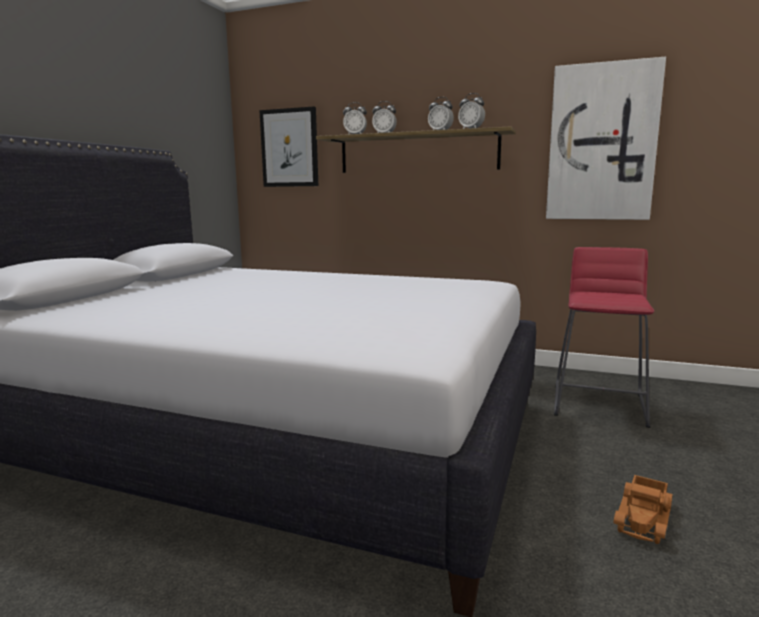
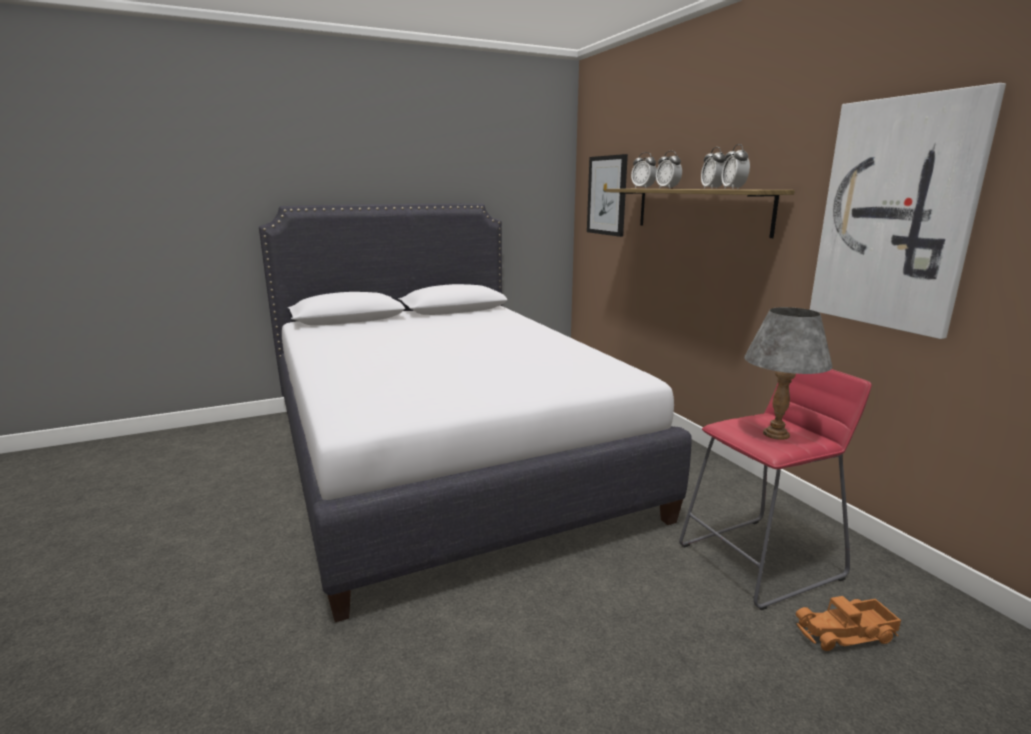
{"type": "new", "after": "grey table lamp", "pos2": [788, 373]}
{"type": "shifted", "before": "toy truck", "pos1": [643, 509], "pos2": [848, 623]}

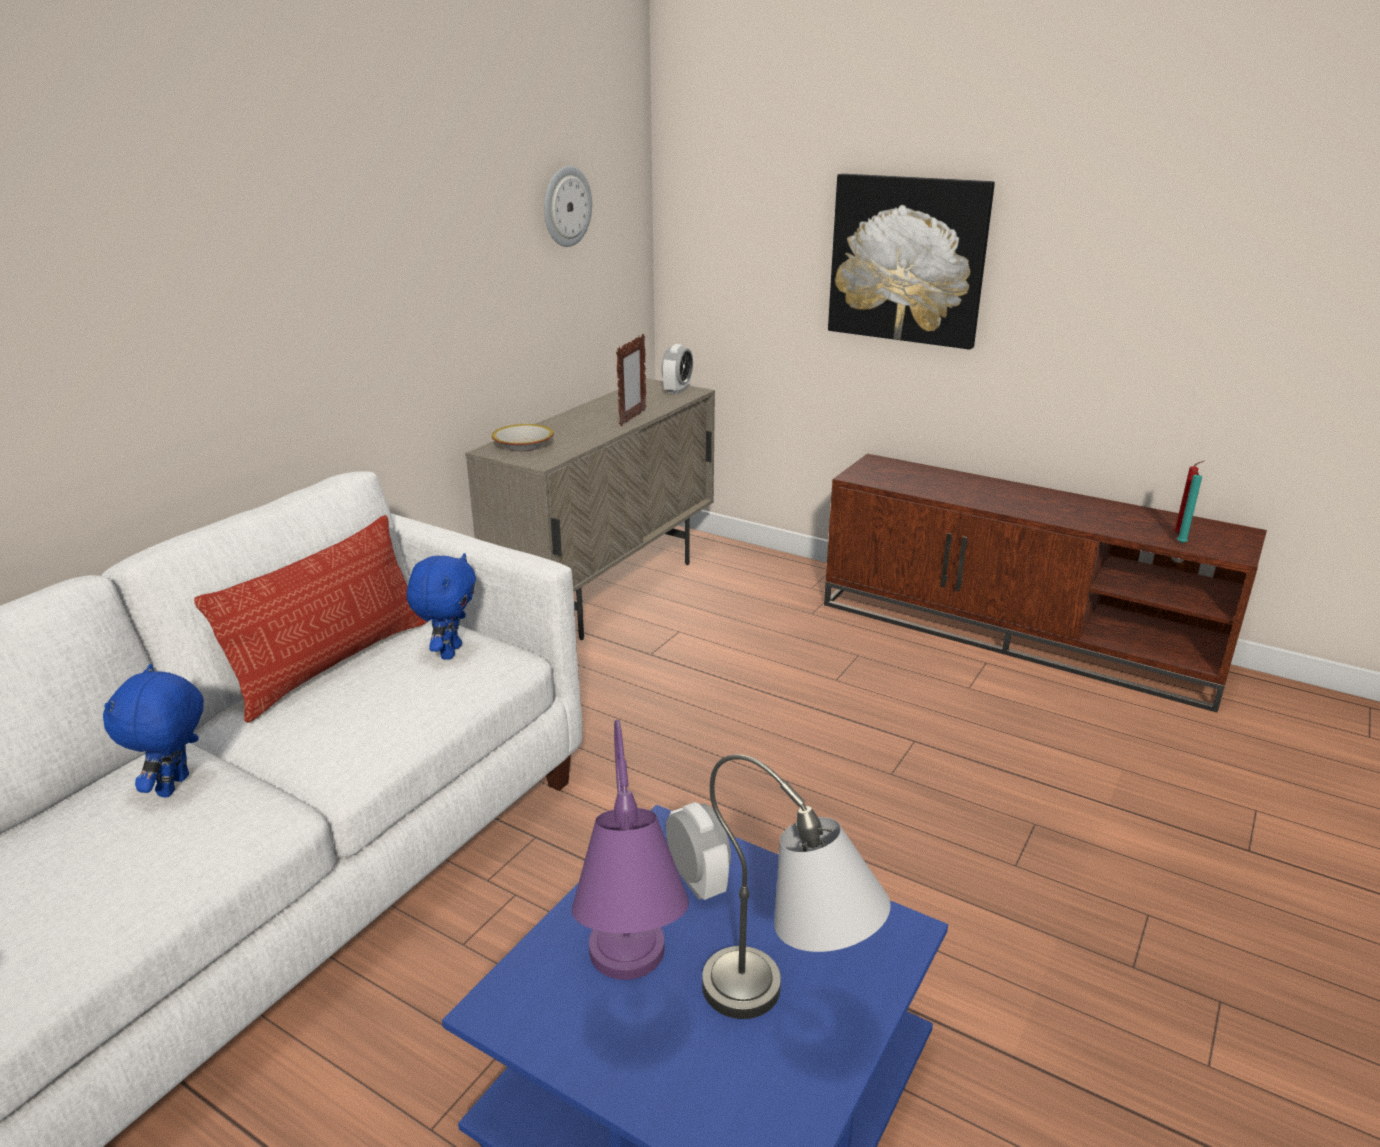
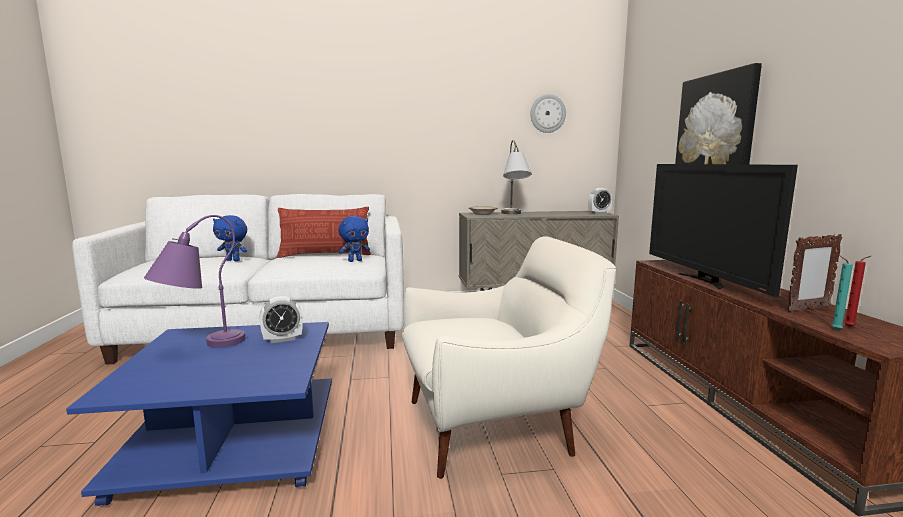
{"type": "rotated", "before": "blue plush toy", "pos1": [153, 731], "pos2": [230, 238], "turn": -135}
{"type": "rotated", "before": "alarm clock", "pos1": [698, 851], "pos2": [281, 319], "turn": 45}
{"type": "new", "after": "white armchair", "pos2": [509, 357]}
{"type": "shifted", "before": "grey table lamp", "pos1": [796, 886], "pos2": [516, 177]}
{"type": "new", "after": "television", "pos2": [723, 230]}
{"type": "shifted", "before": "picture frame", "pos1": [631, 380], "pos2": [815, 273]}

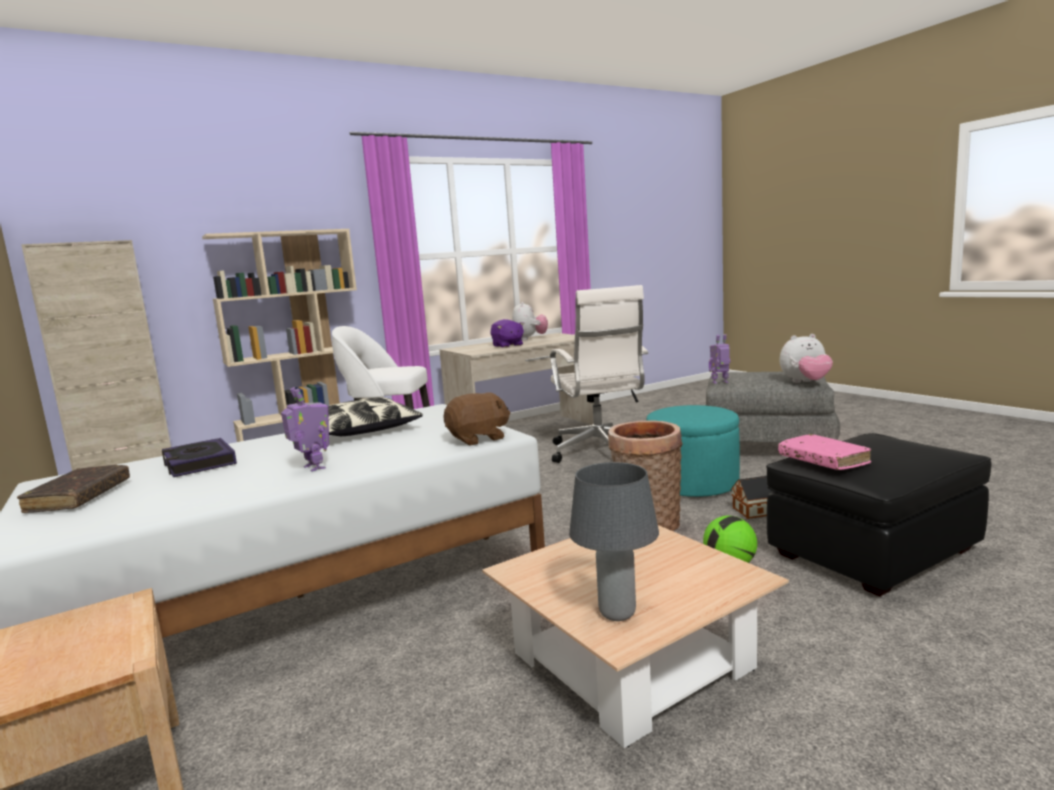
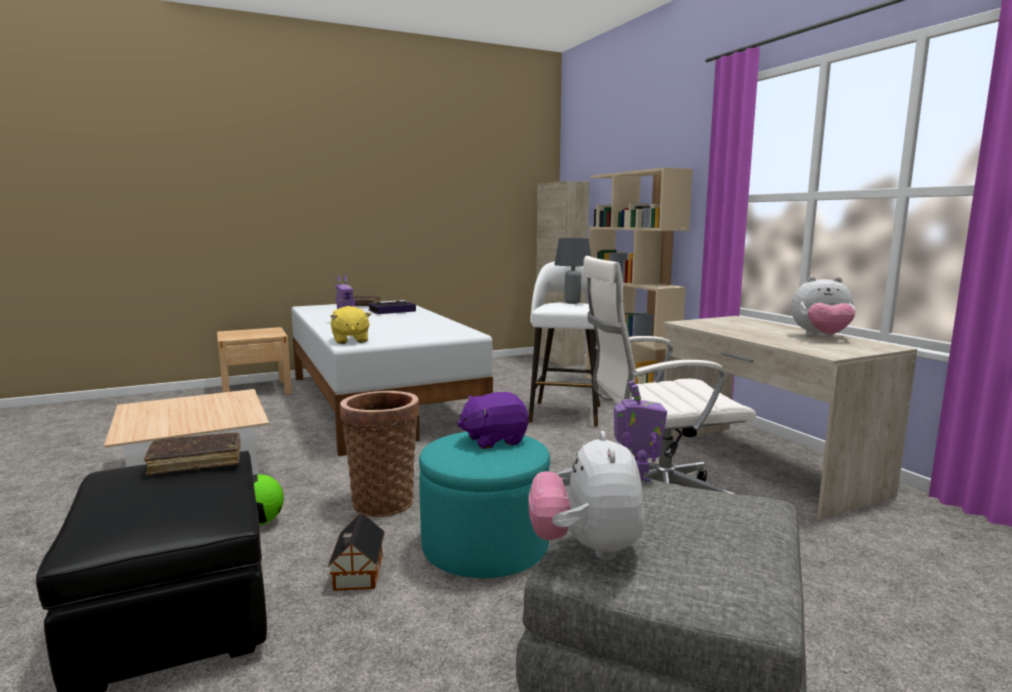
{"type": "repainted", "before": "pink book", "after": "brown book", "pos1": [824, 452], "pos2": [192, 454]}
{"type": "repainted", "before": "brown plush toy", "after": "yellow plush toy", "pos1": [476, 419], "pos2": [350, 325]}
{"type": "shifted", "before": "purple plush toy", "pos1": [507, 333], "pos2": [493, 420]}
{"type": "shifted", "before": "grey table lamp", "pos1": [614, 541], "pos2": [572, 271]}
{"type": "gone", "before": "pillow", "pos1": [375, 416]}

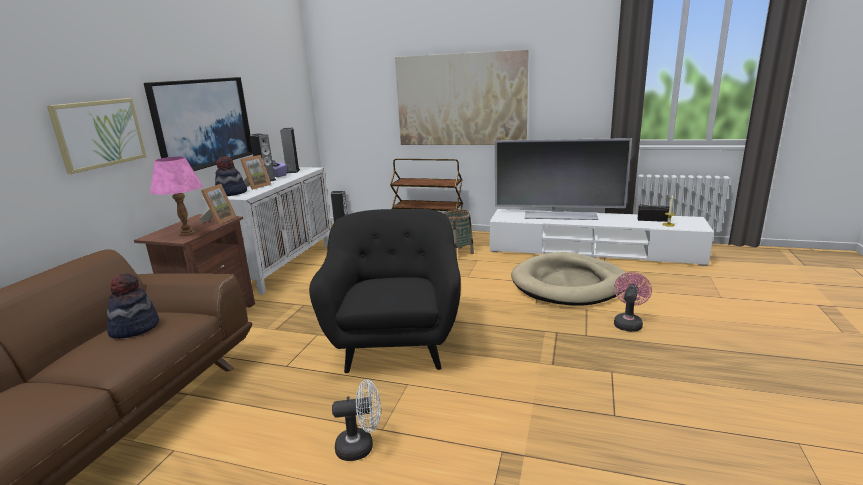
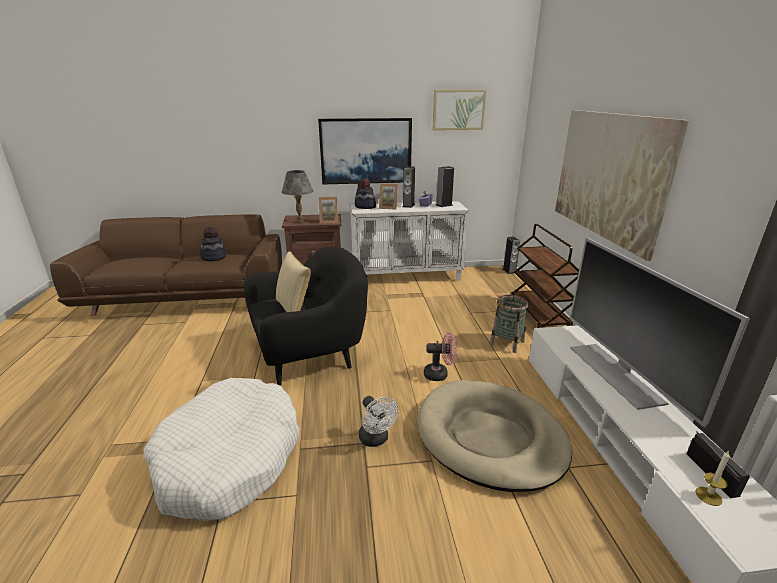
{"type": "new", "after": "white dog bed", "pos2": [221, 449]}
{"type": "new", "after": "pillow", "pos2": [293, 281]}
{"type": "repainted", "before": "pink table lamp", "after": "grey table lamp", "pos1": [176, 196], "pos2": [297, 196]}
{"type": "shifted", "before": "white fan", "pos1": [356, 420], "pos2": [378, 421]}
{"type": "shifted", "before": "pink fan", "pos1": [633, 302], "pos2": [440, 357]}
{"type": "shifted", "before": "picture", "pos1": [96, 136], "pos2": [459, 110]}

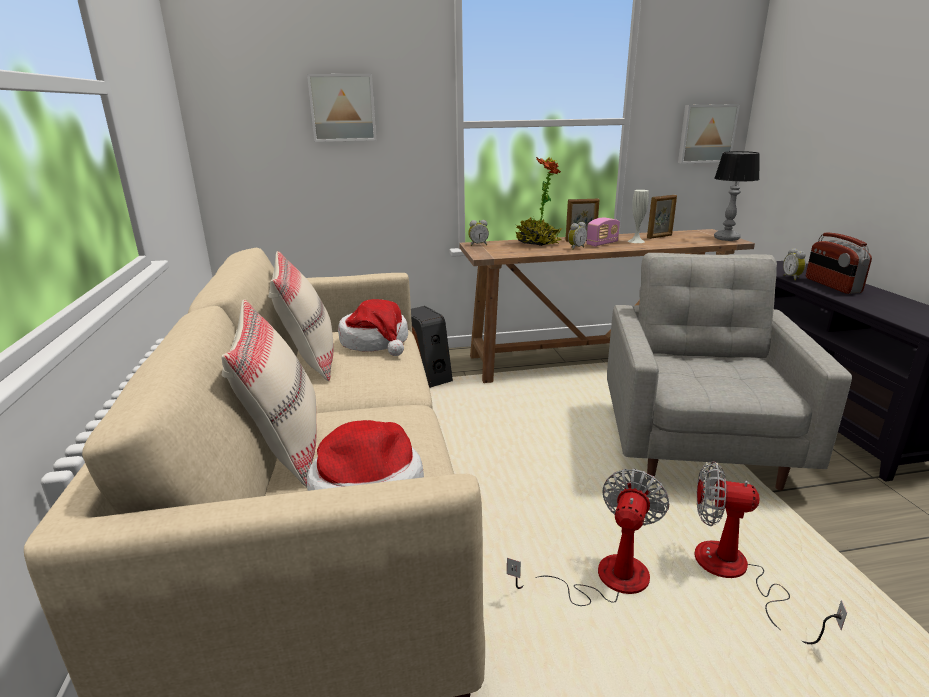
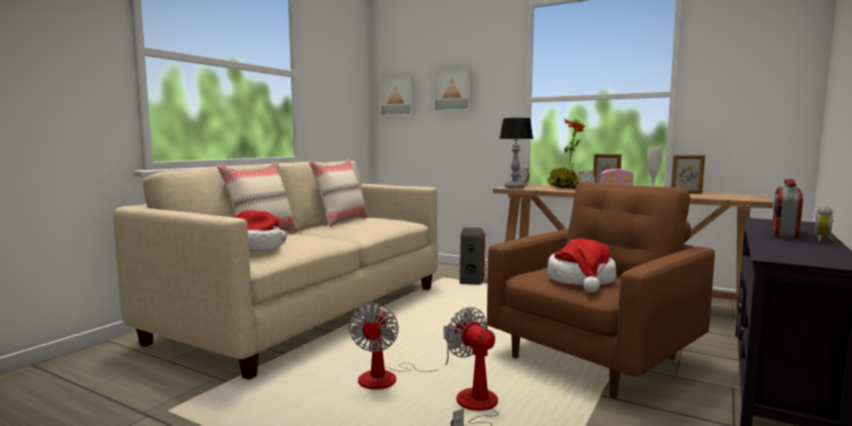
{"type": "rotated", "before": "fan", "pos1": [588, 537], "pos2": [401, 346], "turn": 120}
{"type": "shifted", "before": "picture", "pos1": [709, 134], "pos2": [396, 96]}
{"type": "repainted", "before": "grey armchair", "after": "brown armchair", "pos1": [729, 371], "pos2": [601, 289]}
{"type": "shifted", "before": "table lamp", "pos1": [737, 196], "pos2": [516, 153]}
{"type": "shifted", "before": "hat", "pos1": [373, 327], "pos2": [582, 265]}
{"type": "shifted", "before": "alarm clock", "pos1": [794, 264], "pos2": [824, 223]}

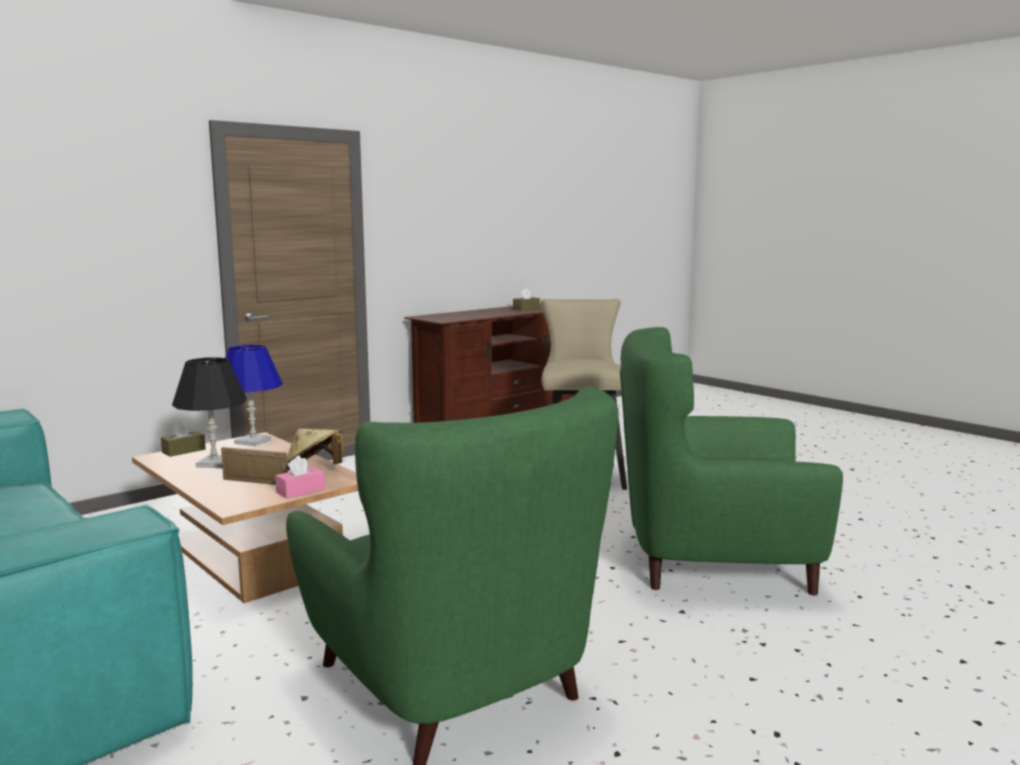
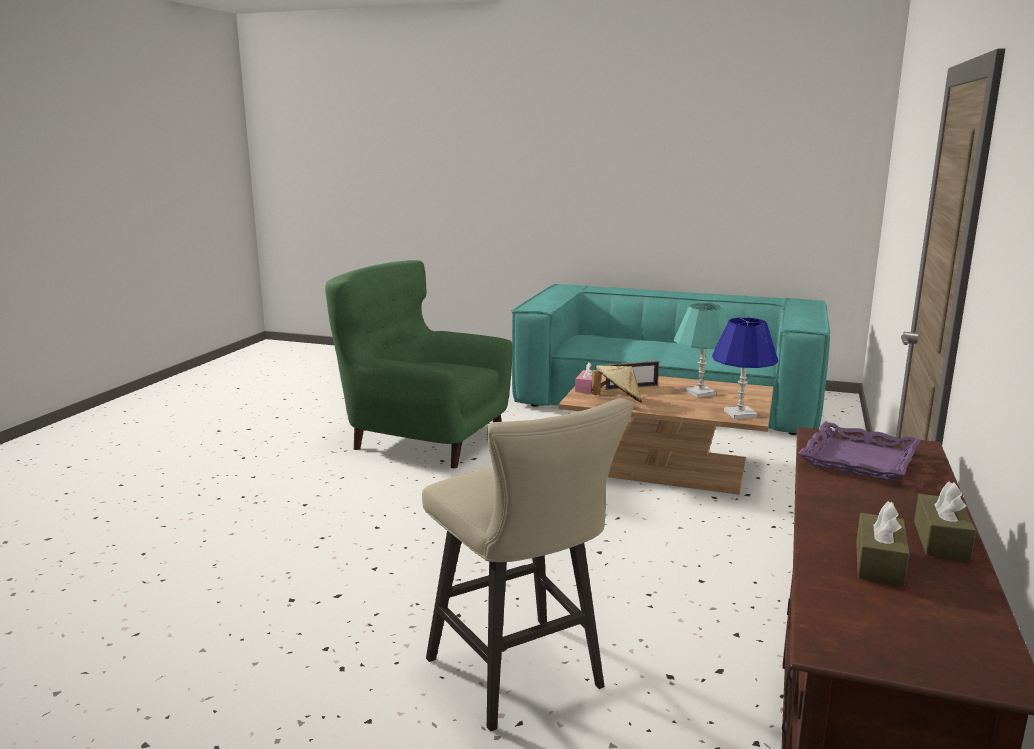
{"type": "repainted", "before": "black table lamp", "after": "turquoise table lamp", "pos1": [209, 412], "pos2": [701, 350]}
{"type": "new", "after": "purple tray", "pos2": [859, 451]}
{"type": "shifted", "before": "brown tissue box", "pos1": [183, 438], "pos2": [945, 521]}
{"type": "gone", "before": "green armchair", "pos1": [731, 461]}

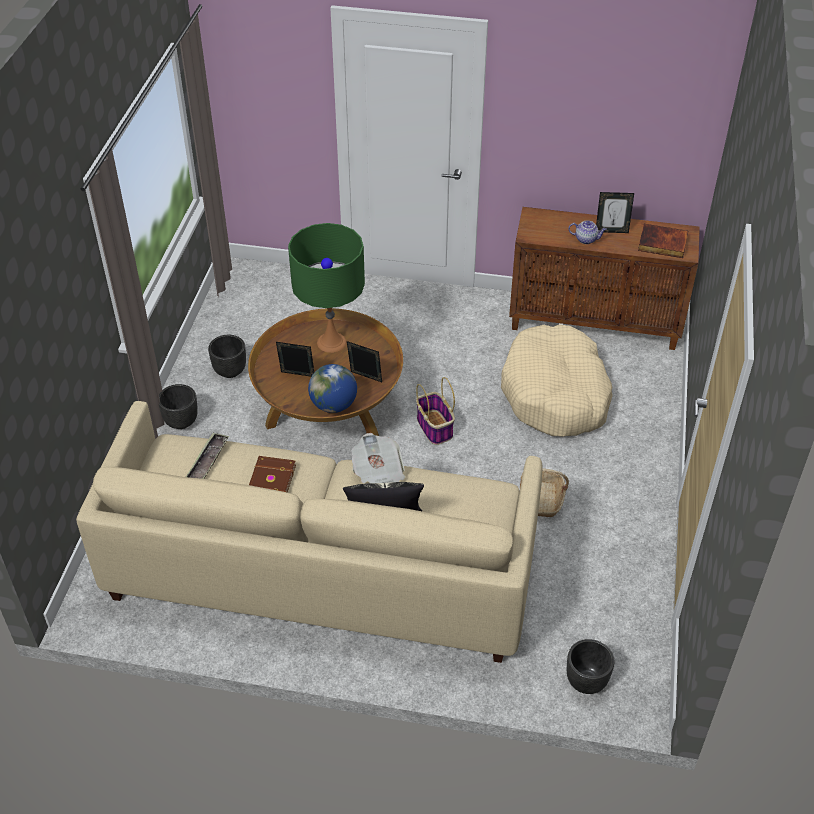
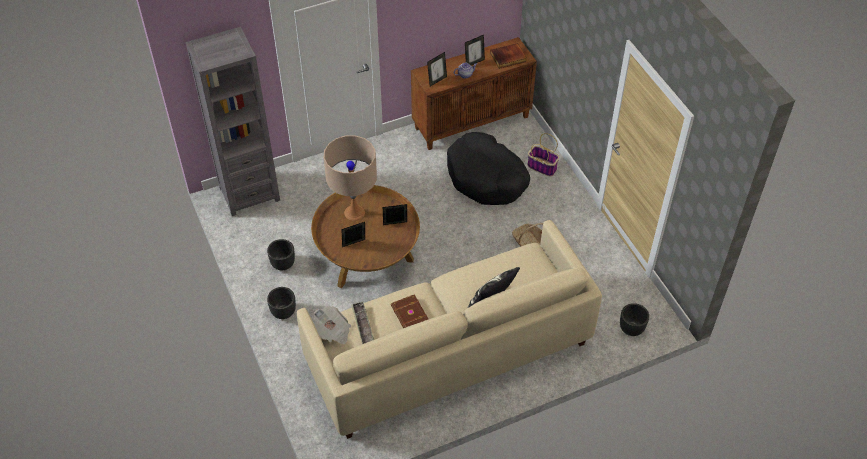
{"type": "new", "after": "grey bookcase", "pos2": [233, 121]}
{"type": "shifted", "before": "newspaper", "pos1": [378, 458], "pos2": [332, 325]}
{"type": "repainted", "before": "green table lamp", "after": "beige table lamp", "pos1": [326, 288], "pos2": [350, 178]}
{"type": "new", "after": "picture frame", "pos2": [437, 69]}
{"type": "repainted", "before": "beige dog bed", "after": "black dog bed", "pos1": [557, 380], "pos2": [488, 168]}
{"type": "shifted", "before": "basket", "pos1": [435, 411], "pos2": [543, 155]}
{"type": "gone", "before": "globe", "pos1": [332, 388]}

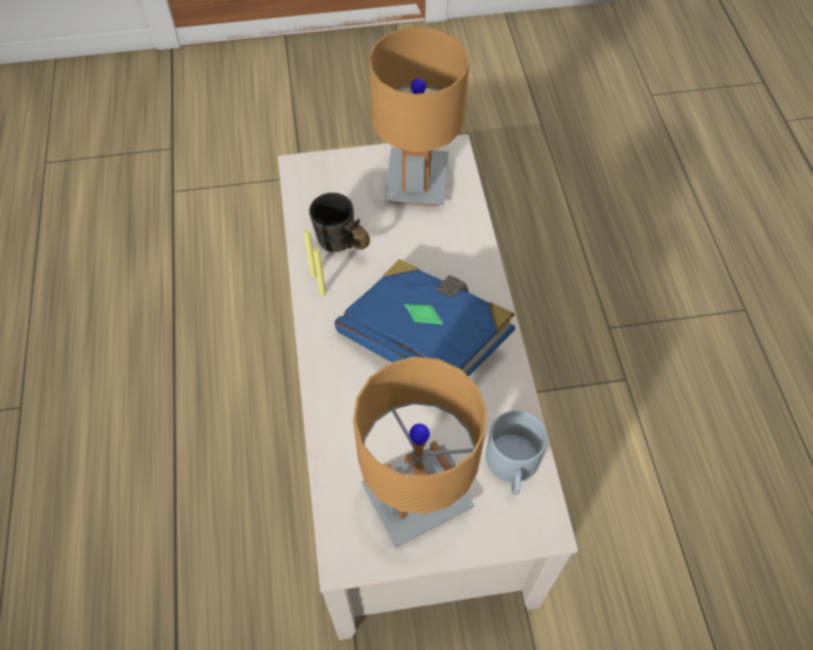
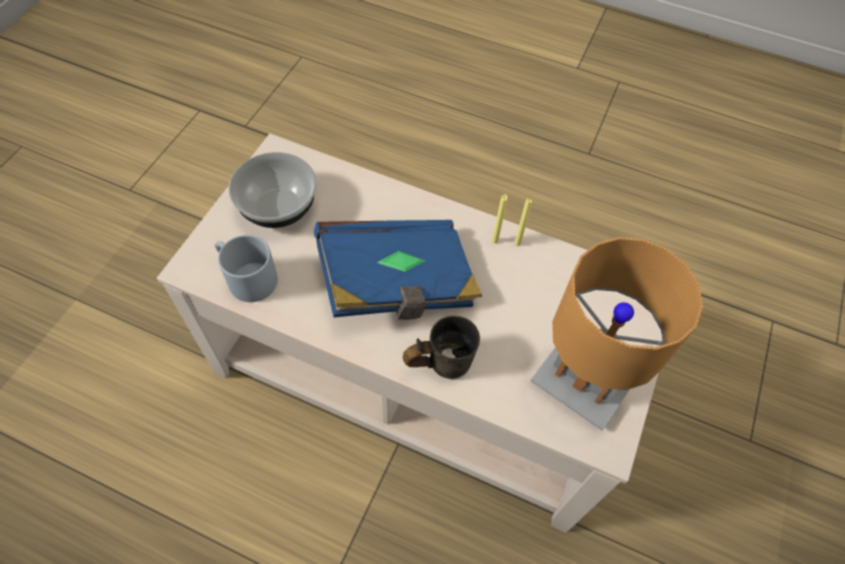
{"type": "swapped", "before": "brown table lamp", "after": "bowl", "pos1": [420, 452], "pos2": [272, 190]}
{"type": "shifted", "before": "grey mug", "pos1": [339, 222], "pos2": [441, 347]}

